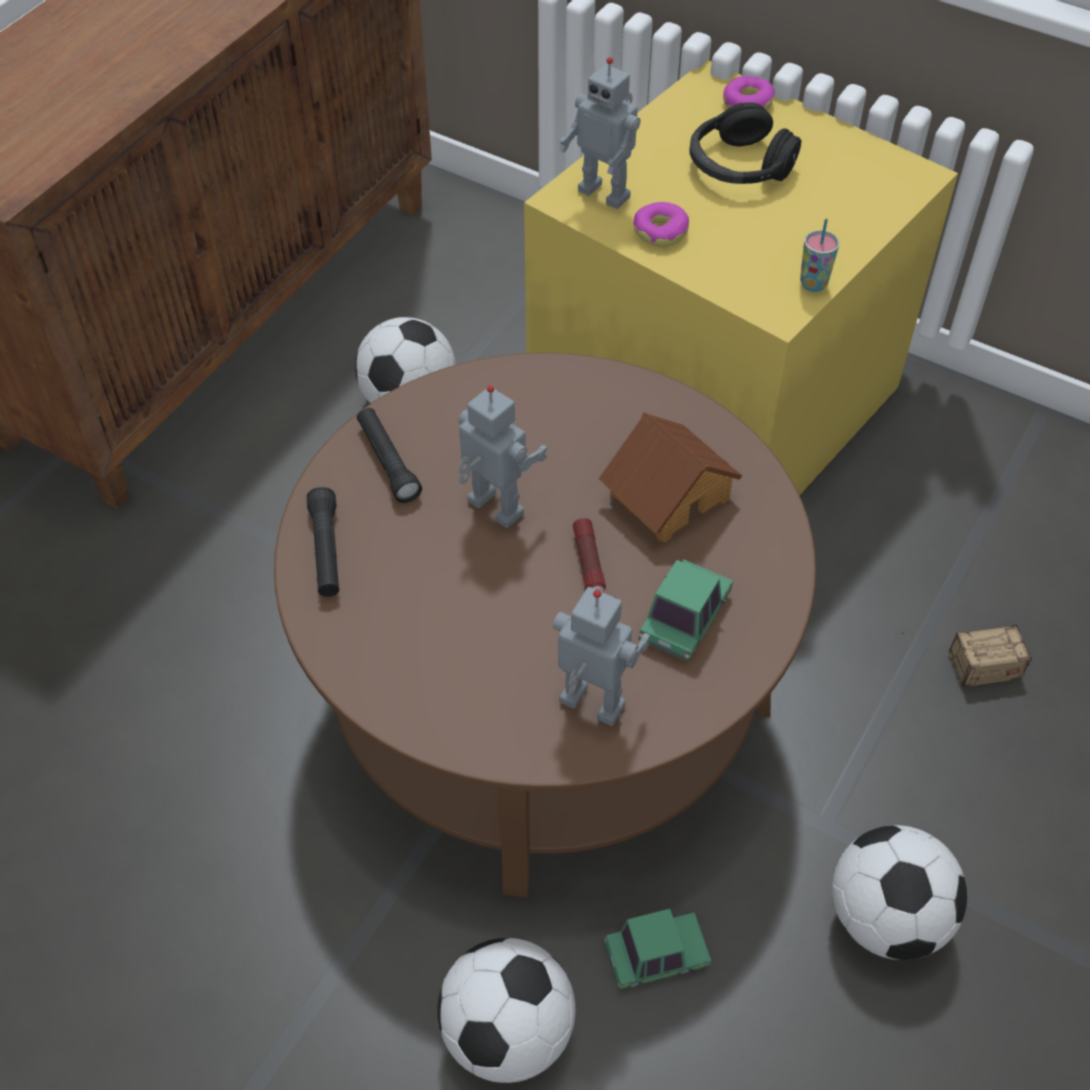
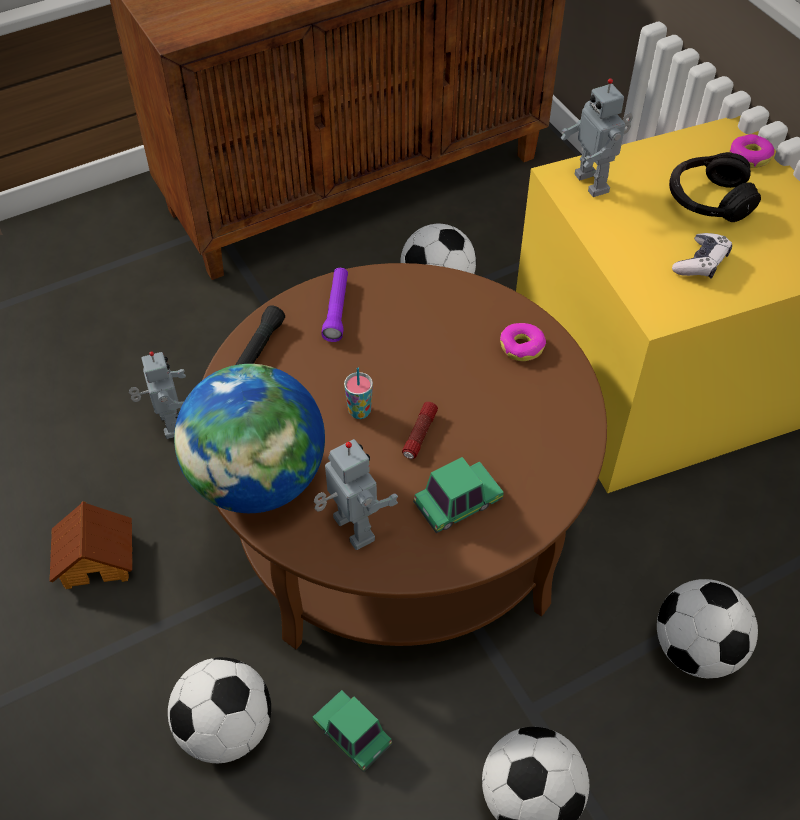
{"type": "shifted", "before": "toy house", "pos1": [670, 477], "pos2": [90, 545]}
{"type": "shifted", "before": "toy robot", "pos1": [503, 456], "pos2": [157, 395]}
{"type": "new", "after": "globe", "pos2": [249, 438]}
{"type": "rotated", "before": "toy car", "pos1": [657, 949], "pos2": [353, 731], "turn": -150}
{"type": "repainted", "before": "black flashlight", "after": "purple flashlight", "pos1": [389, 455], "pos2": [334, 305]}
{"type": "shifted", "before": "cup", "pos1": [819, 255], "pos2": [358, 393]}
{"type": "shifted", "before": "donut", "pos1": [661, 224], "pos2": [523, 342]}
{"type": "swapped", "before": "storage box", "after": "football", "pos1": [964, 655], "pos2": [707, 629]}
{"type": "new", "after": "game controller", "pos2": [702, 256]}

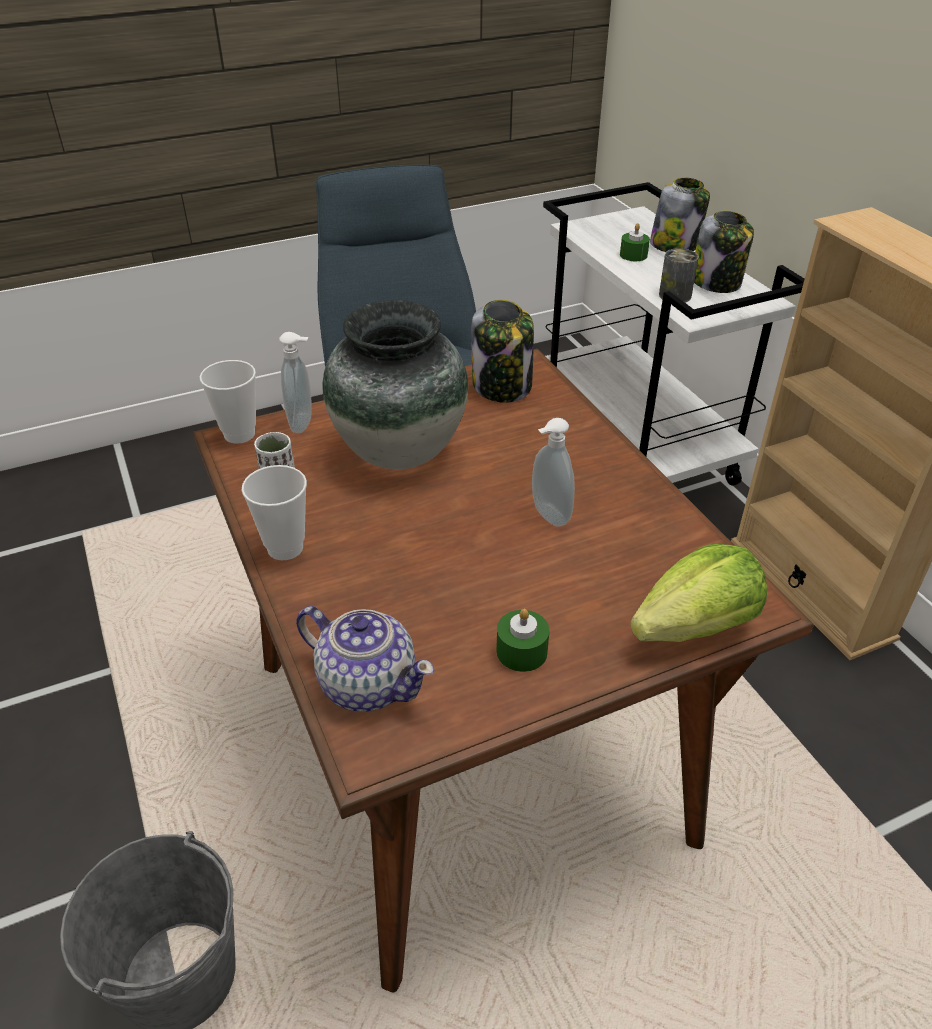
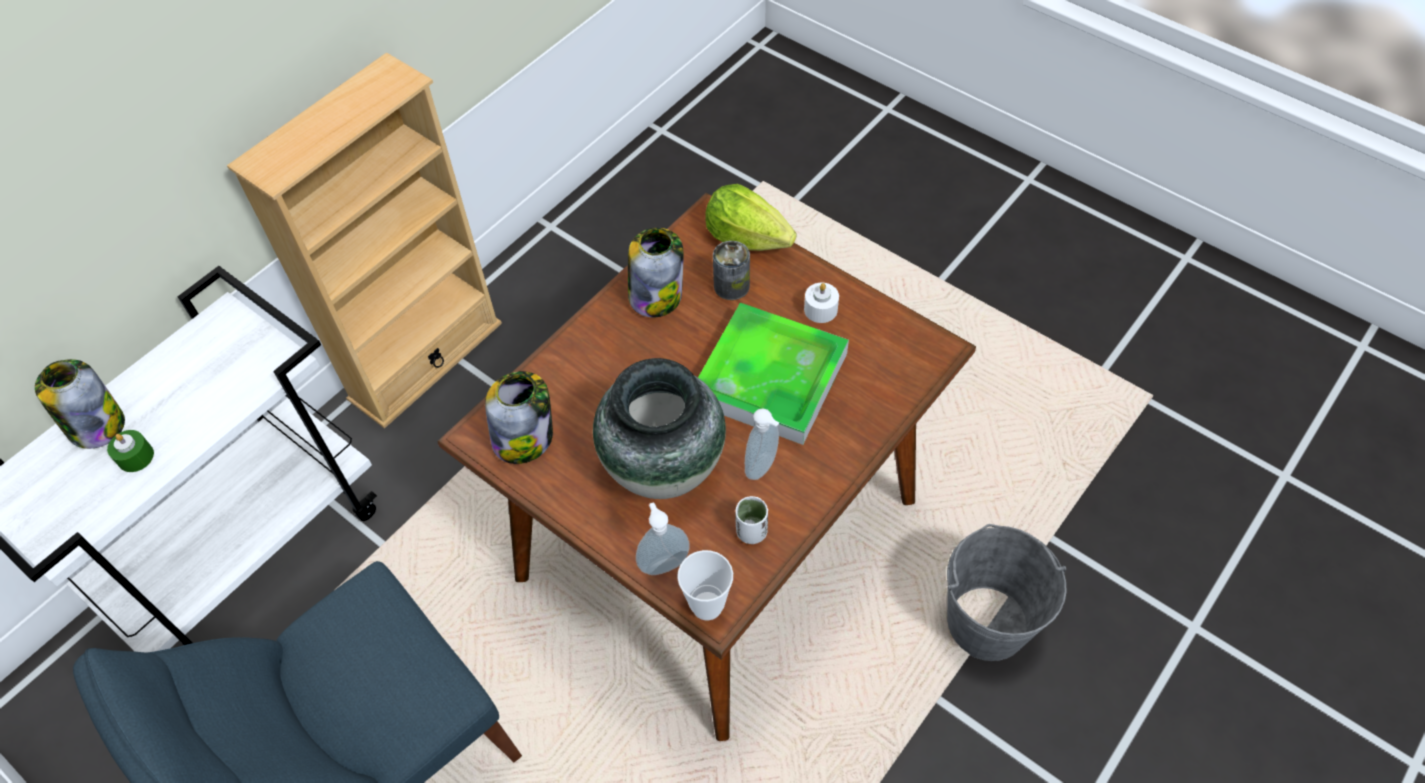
{"type": "shifted", "before": "jar", "pos1": [724, 252], "pos2": [656, 272]}
{"type": "new", "after": "tray", "pos2": [773, 374]}
{"type": "shifted", "before": "can", "pos1": [679, 275], "pos2": [731, 270]}
{"type": "shifted", "before": "soap dispenser", "pos1": [553, 472], "pos2": [762, 444]}
{"type": "repainted", "before": "green candle", "after": "white candle", "pos1": [522, 640], "pos2": [821, 303]}
{"type": "gone", "before": "cup", "pos1": [274, 512]}
{"type": "gone", "before": "teapot", "pos1": [365, 659]}

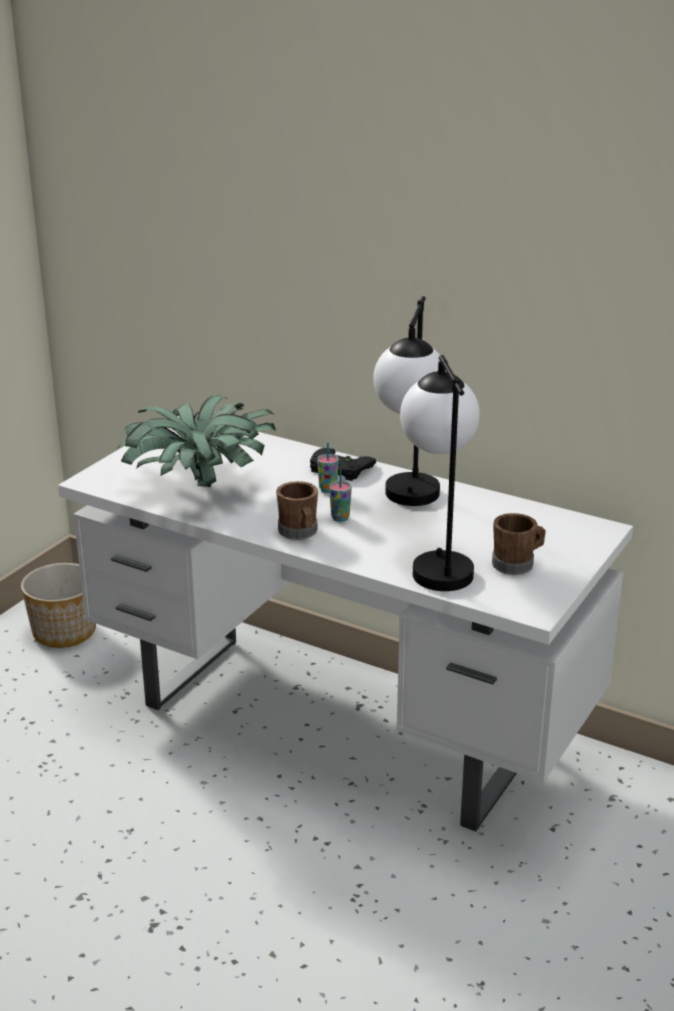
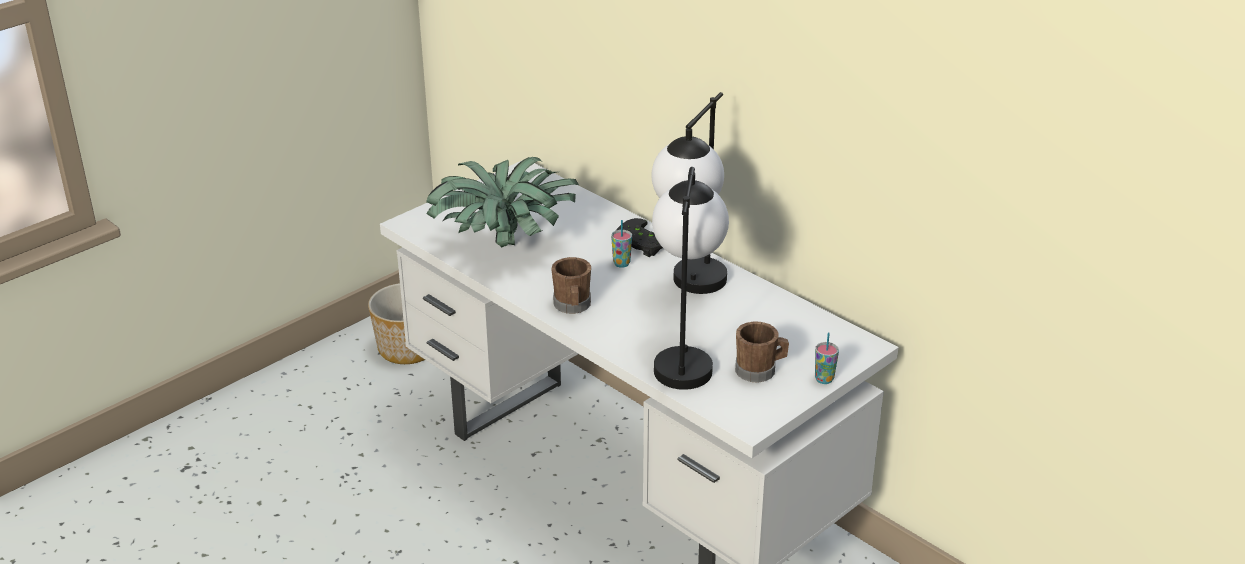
{"type": "shifted", "before": "cup", "pos1": [340, 495], "pos2": [827, 358]}

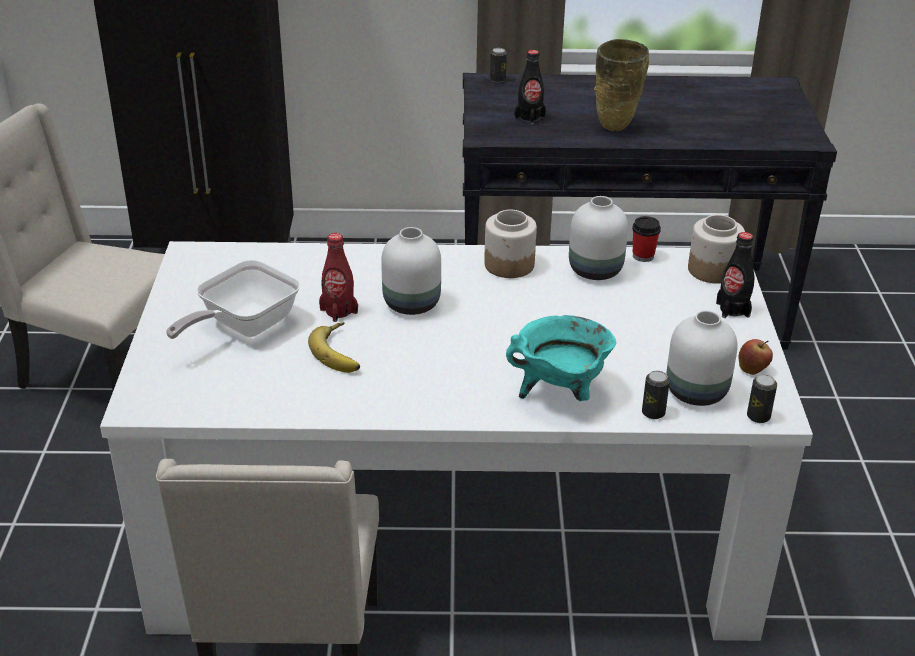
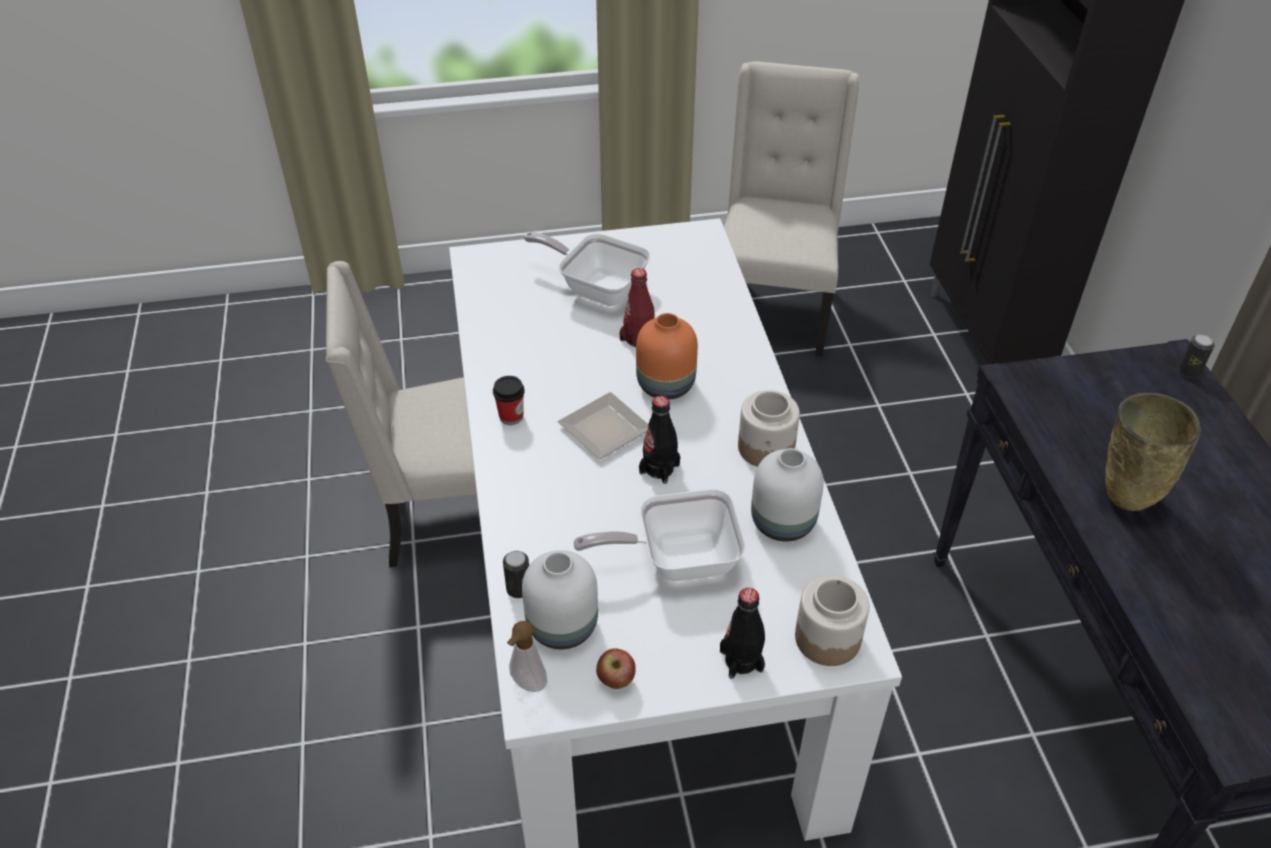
{"type": "shifted", "before": "cup", "pos1": [646, 239], "pos2": [509, 400]}
{"type": "swapped", "before": "can", "after": "soap dispenser", "pos1": [762, 398], "pos2": [527, 656]}
{"type": "new", "after": "plate", "pos2": [603, 426]}
{"type": "new", "after": "frying pan", "pos2": [659, 535]}
{"type": "repainted", "before": "white vase", "after": "orange vase", "pos1": [411, 271], "pos2": [667, 356]}
{"type": "shifted", "before": "black bottle", "pos1": [530, 87], "pos2": [659, 440]}
{"type": "gone", "before": "banana", "pos1": [334, 347]}
{"type": "gone", "before": "turquoise cooking pot", "pos1": [561, 358]}

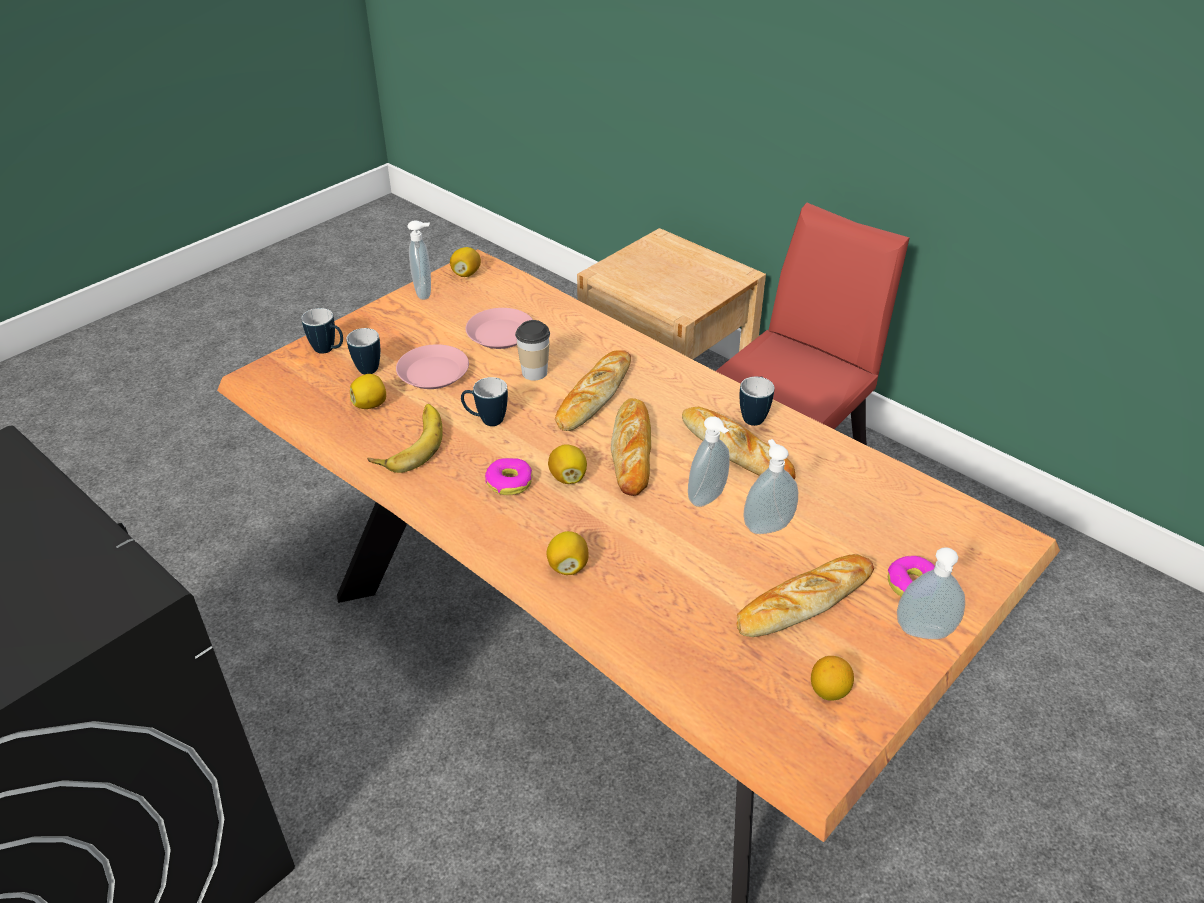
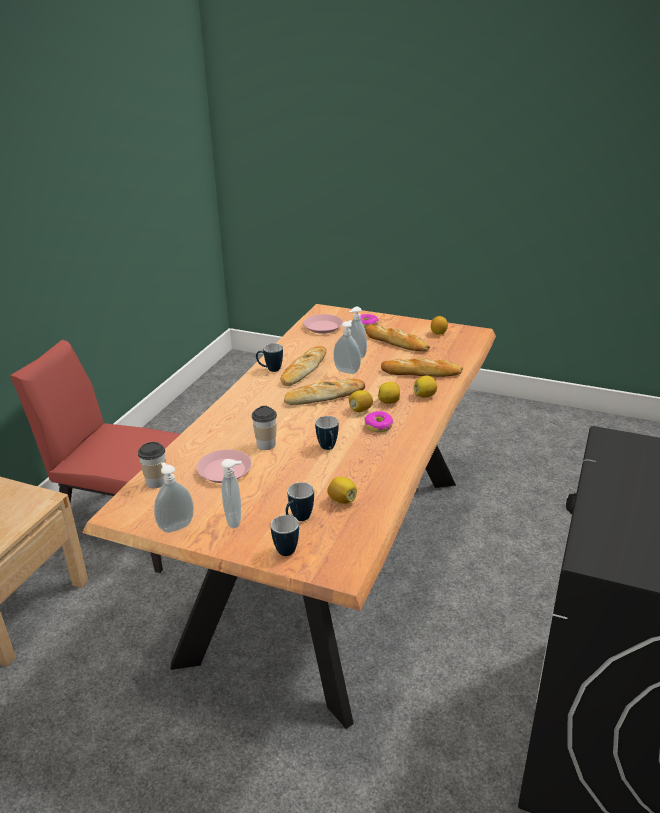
{"type": "new", "after": "cup", "pos2": [152, 465]}
{"type": "shifted", "before": "soap dispenser", "pos1": [931, 593], "pos2": [231, 494]}
{"type": "shifted", "before": "pink plate", "pos1": [432, 366], "pos2": [323, 324]}
{"type": "shifted", "before": "lemon", "pos1": [465, 262], "pos2": [389, 393]}
{"type": "shifted", "before": "bread", "pos1": [593, 390], "pos2": [422, 367]}
{"type": "gone", "before": "banana", "pos1": [405, 438]}

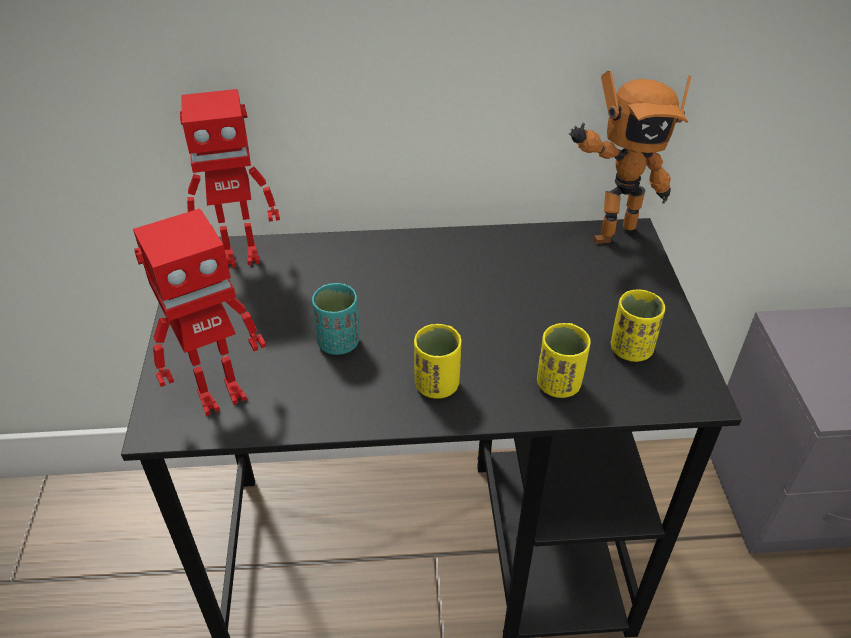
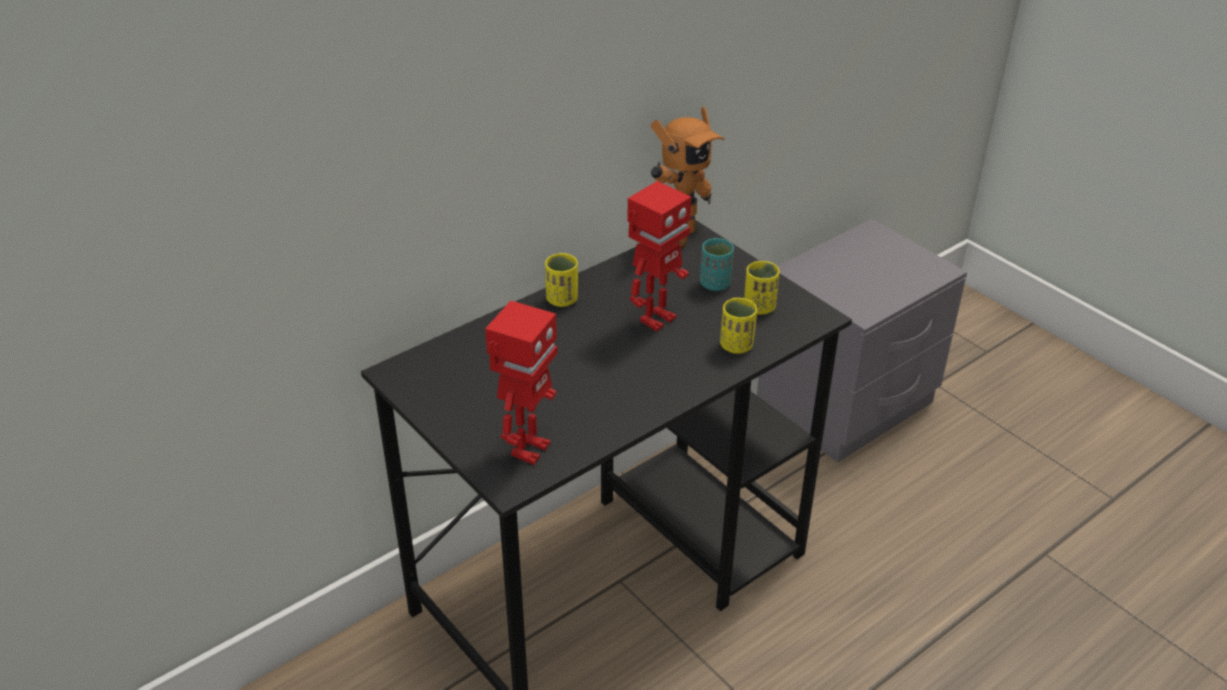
{"type": "shifted", "before": "yellow cup", "pos1": [437, 361], "pos2": [561, 280]}
{"type": "shifted", "before": "toy robot", "pos1": [230, 178], "pos2": [659, 256]}
{"type": "shifted", "before": "turquoise cup", "pos1": [335, 319], "pos2": [717, 264]}

